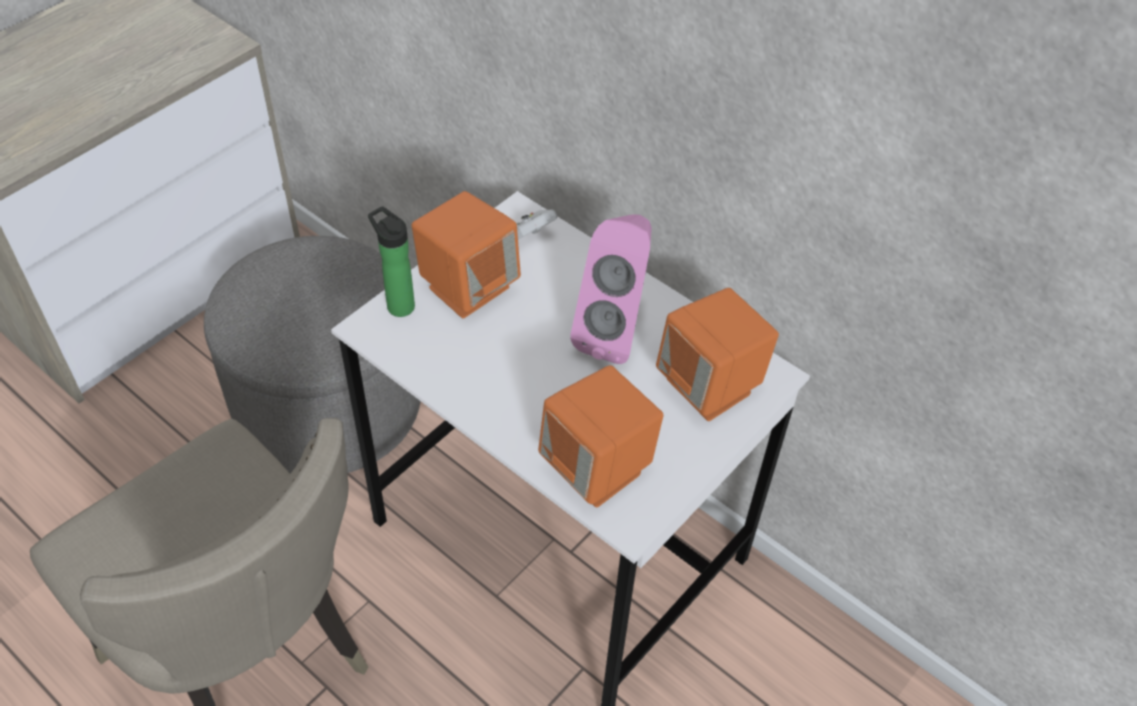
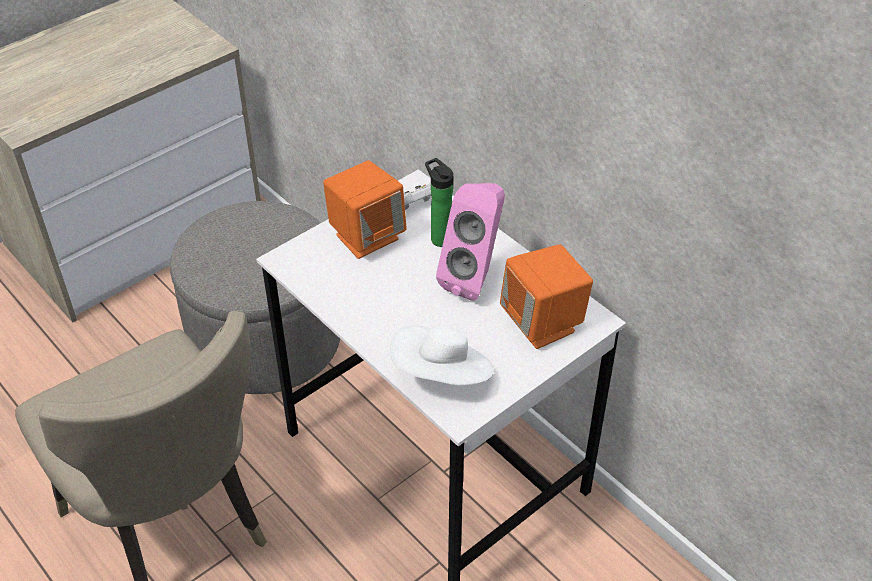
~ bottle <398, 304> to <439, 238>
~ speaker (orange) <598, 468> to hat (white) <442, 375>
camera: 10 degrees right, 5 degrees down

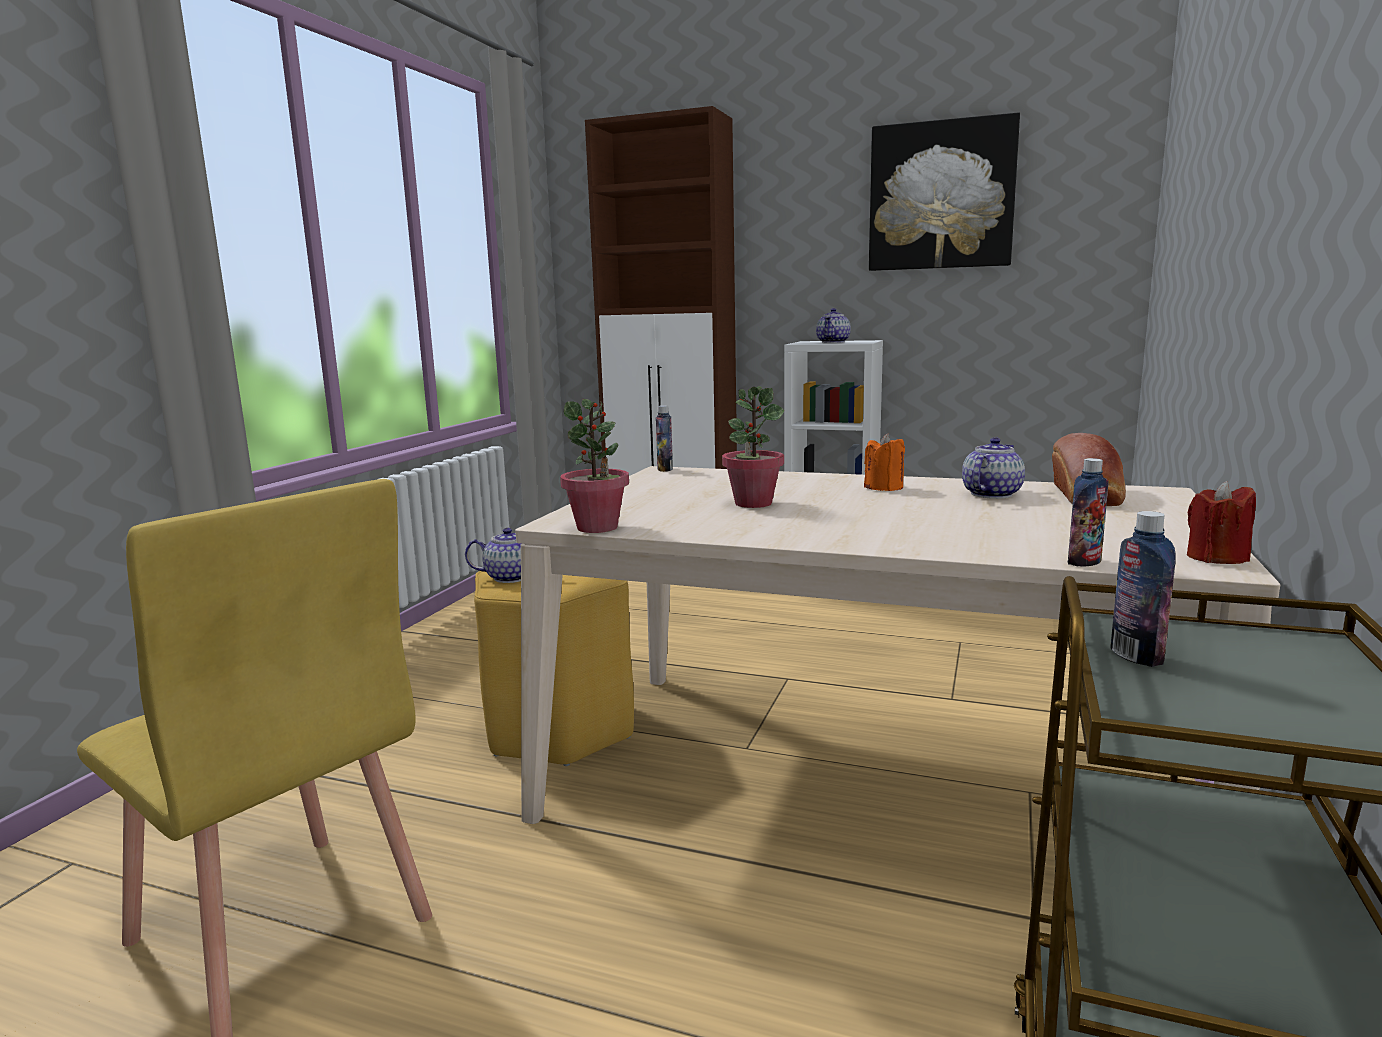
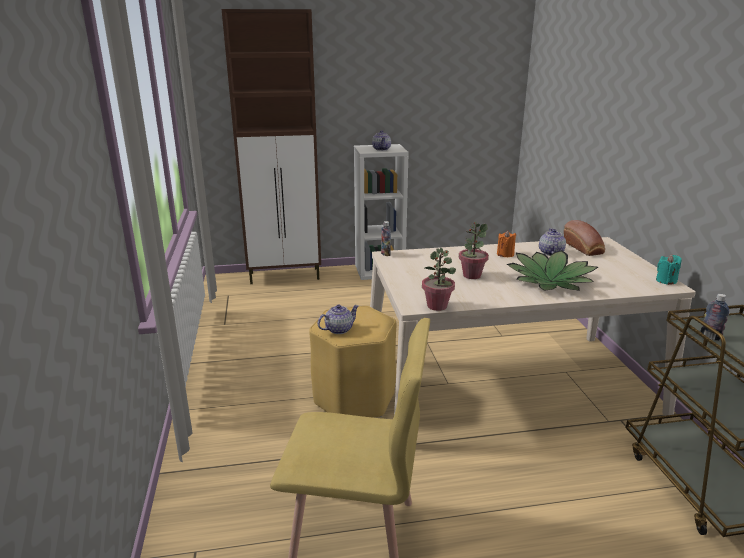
- picture <941, 196>
- bottle <1084, 562>
~ candle (red) <1216, 558> to candle (turquoise) <666, 281>
+ potted plant <550, 281>
camera: 30 degrees left, 10 degrees up

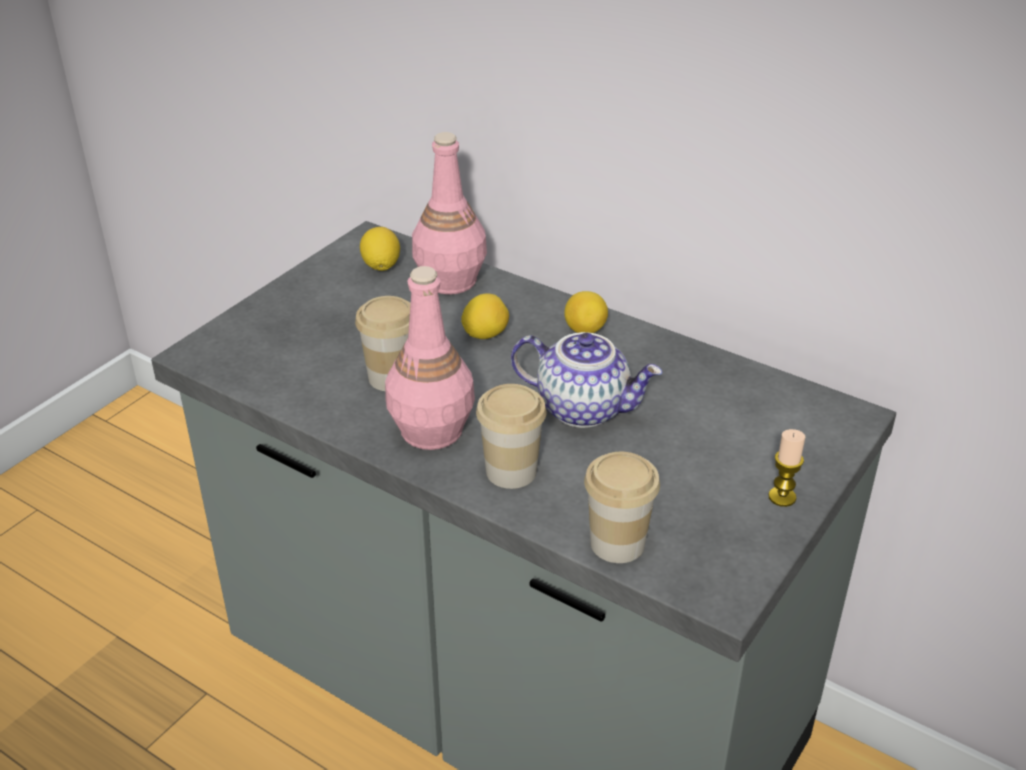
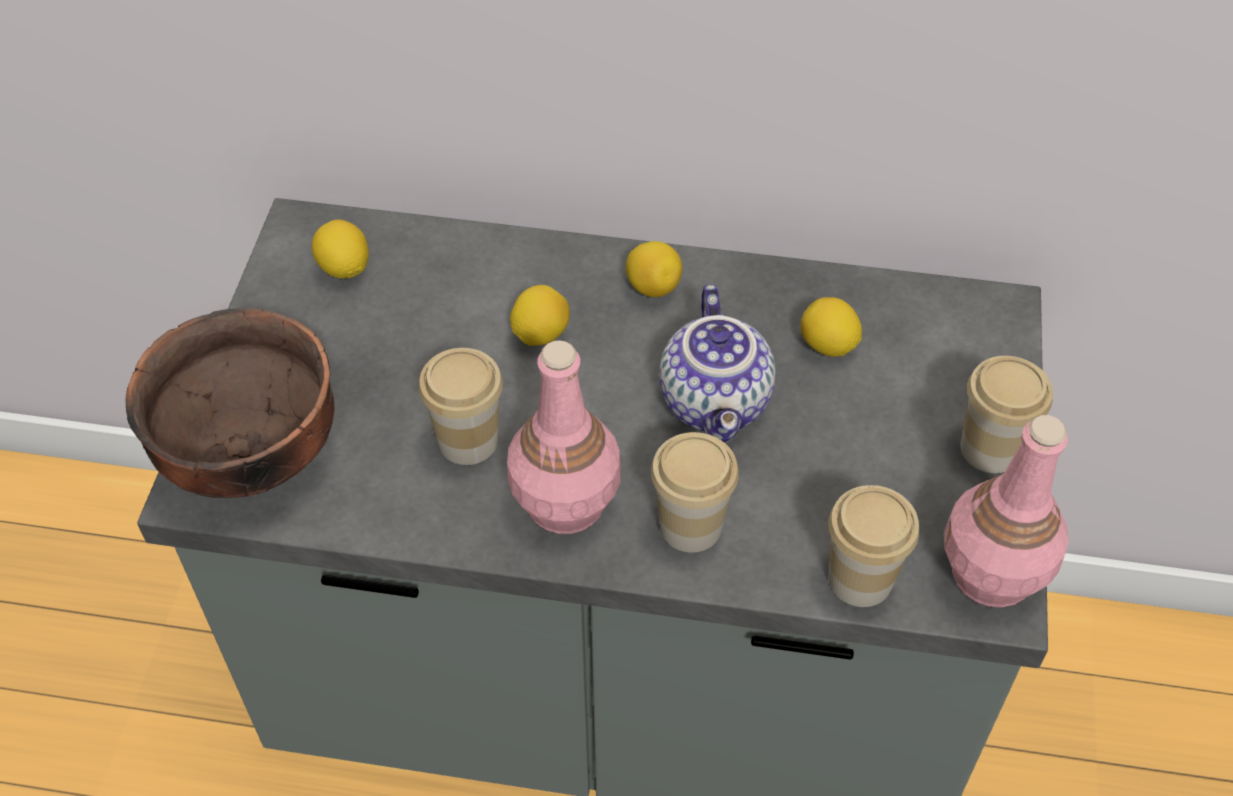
~ bottle (pink) <450, 281> to <992, 574>
~ teapot <584, 408> = <718, 403> 90 degrees clockwise
~ candle <782, 497> to cup <990, 448>
+ lemon <827, 346>
+ bowl (brown) <249, 452>
camera: 25 degrees left, 15 degrees up

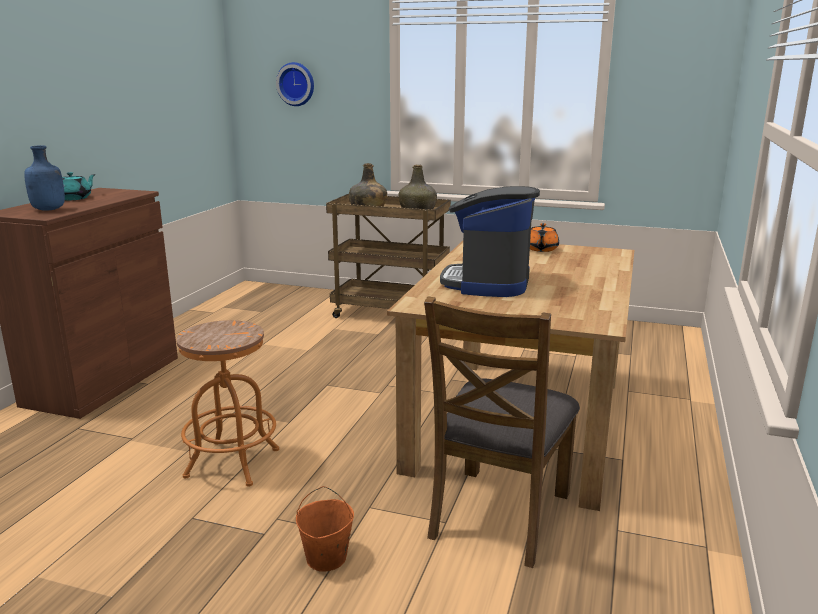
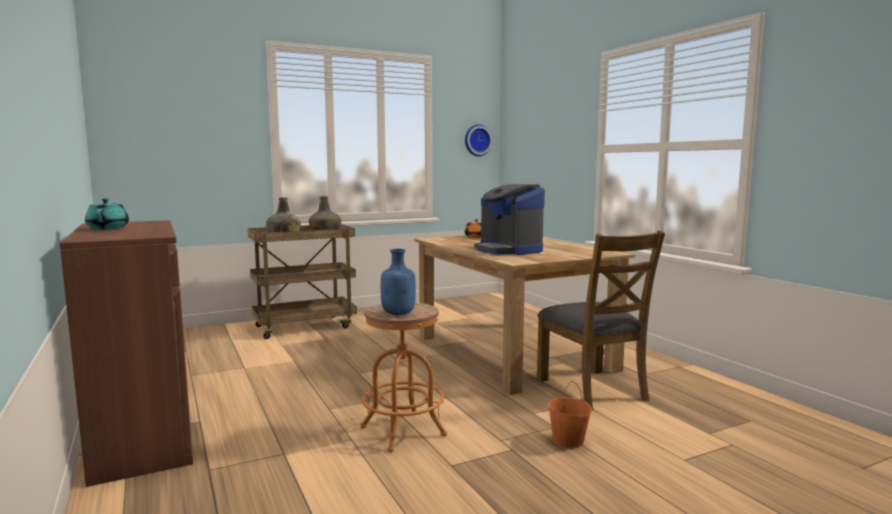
~ wall clock <296, 84> to <477, 140>
~ bottle (blue) <49, 209> to <399, 313>
camera: 45 degrees left, 10 degrees down

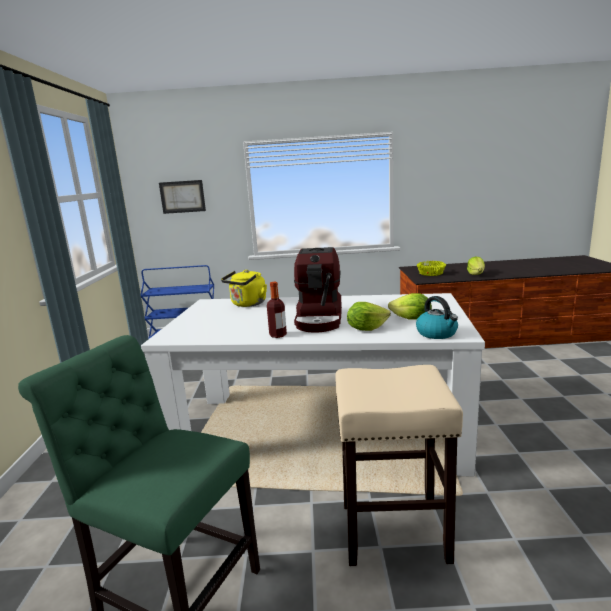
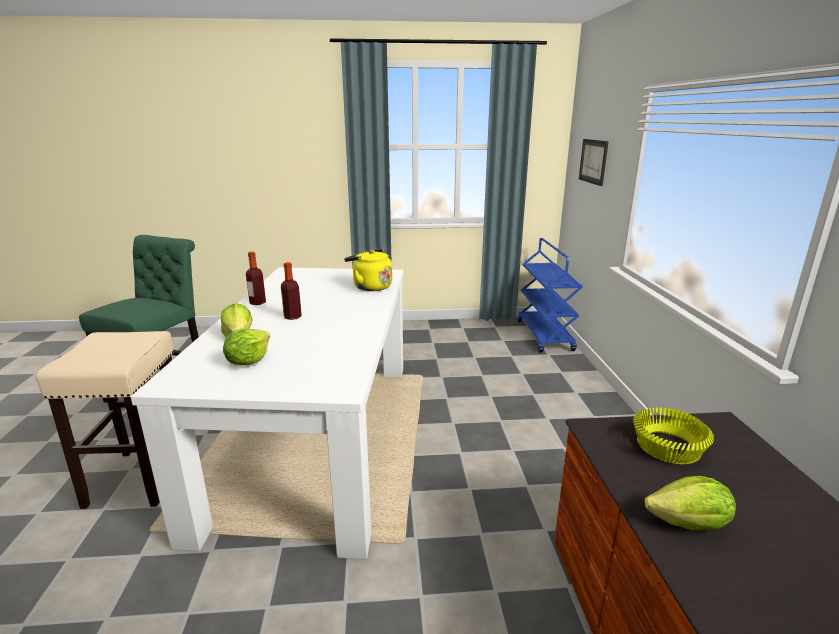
~ coffee machine <320, 319> to bottle <292, 317>
- kettle <437, 333>
camera: 85 degrees right, 5 degrees up

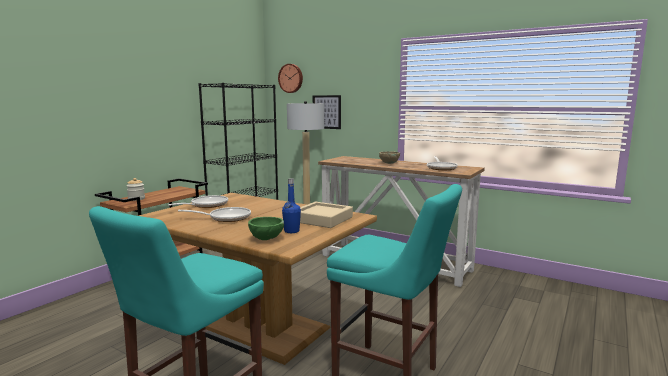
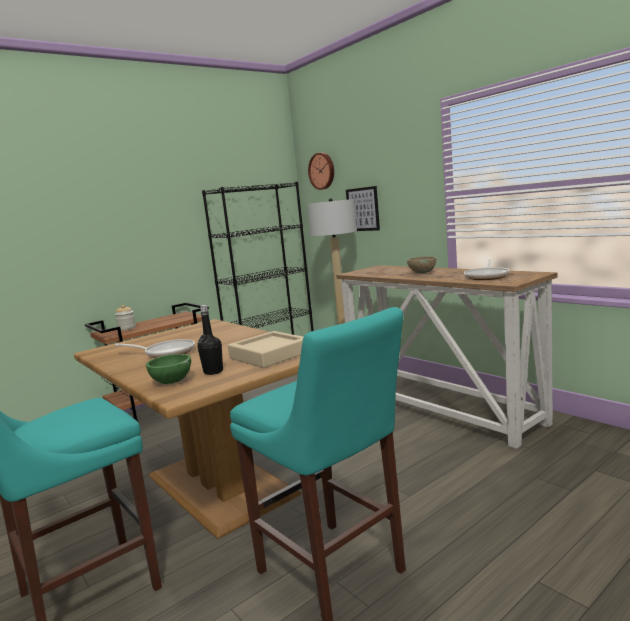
~ bottle (blue) <291, 231> to bottle (black) <213, 372>
- frying pan <206, 205>
camera: 20 degrees right, 0 degrees up

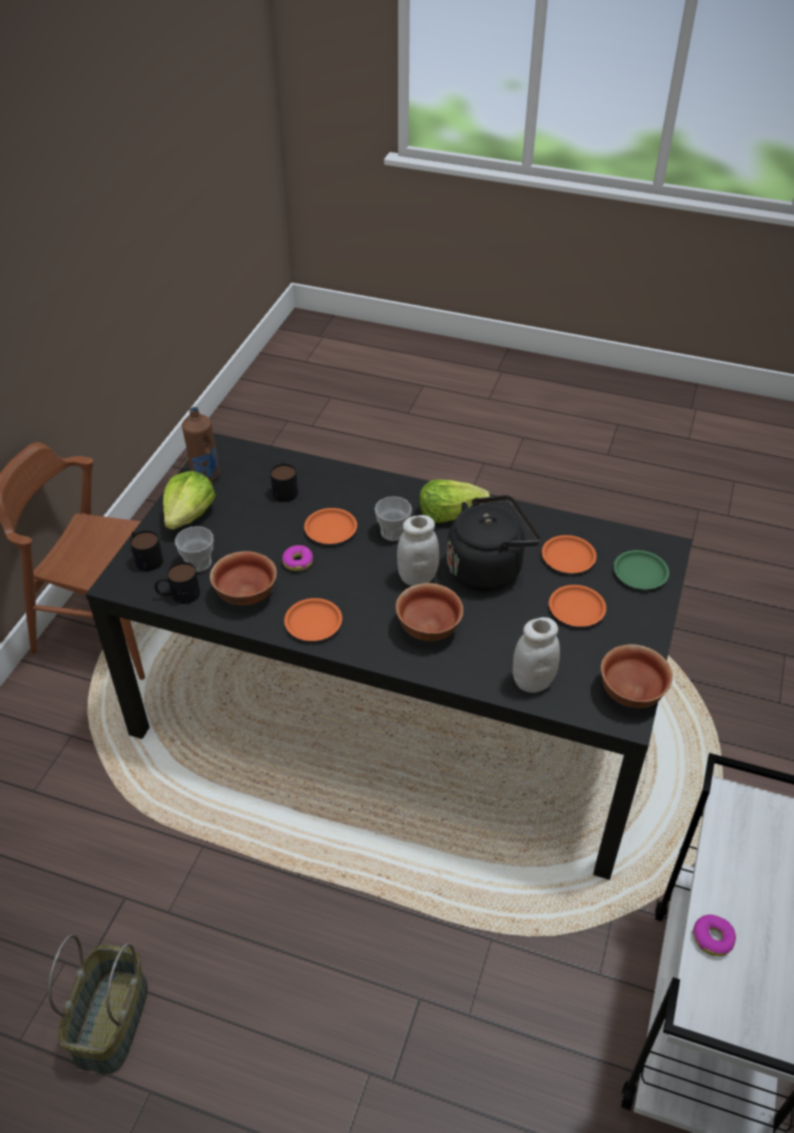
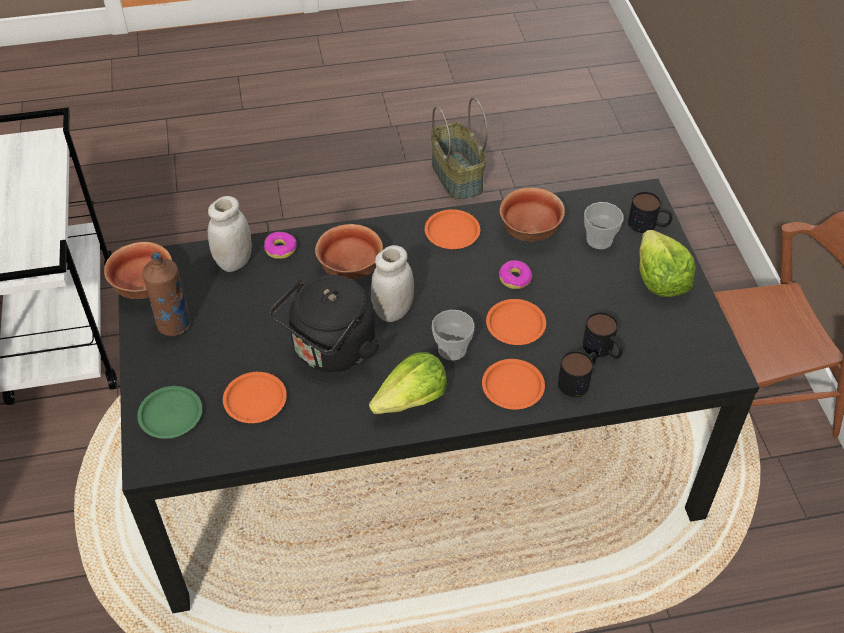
~ bottle (brown) <205, 476> to <174, 324>
~ mug <178, 595> to <578, 380>
~ plate (orange) <577, 608> to <512, 387>
~ donut <712, 938> to <280, 249>
camera: 150 degrees right, 5 degrees up

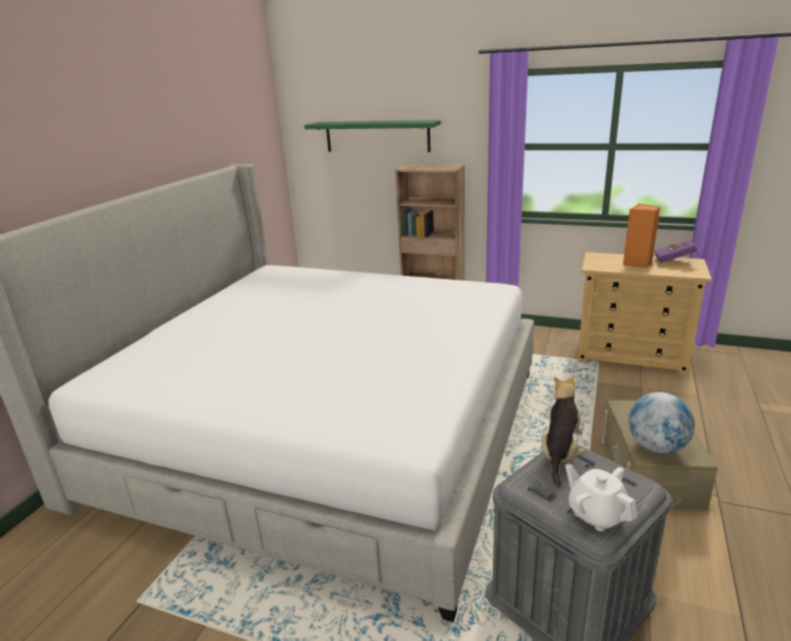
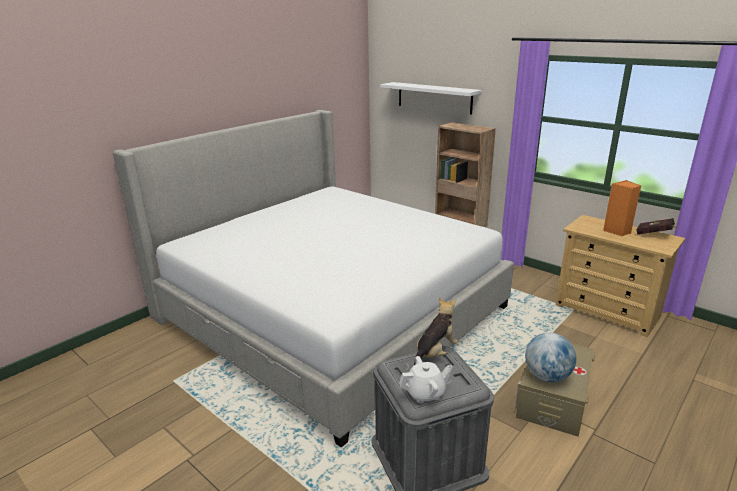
~ shelf (green) <377, 136> to shelf (white) <434, 97>
~ book (purple) <675, 261> to book (red) <655, 235>
~ teapot (white) <596, 514> = <425, 393> 90 degrees clockwise
camera: 20 degrees right, 0 degrees up

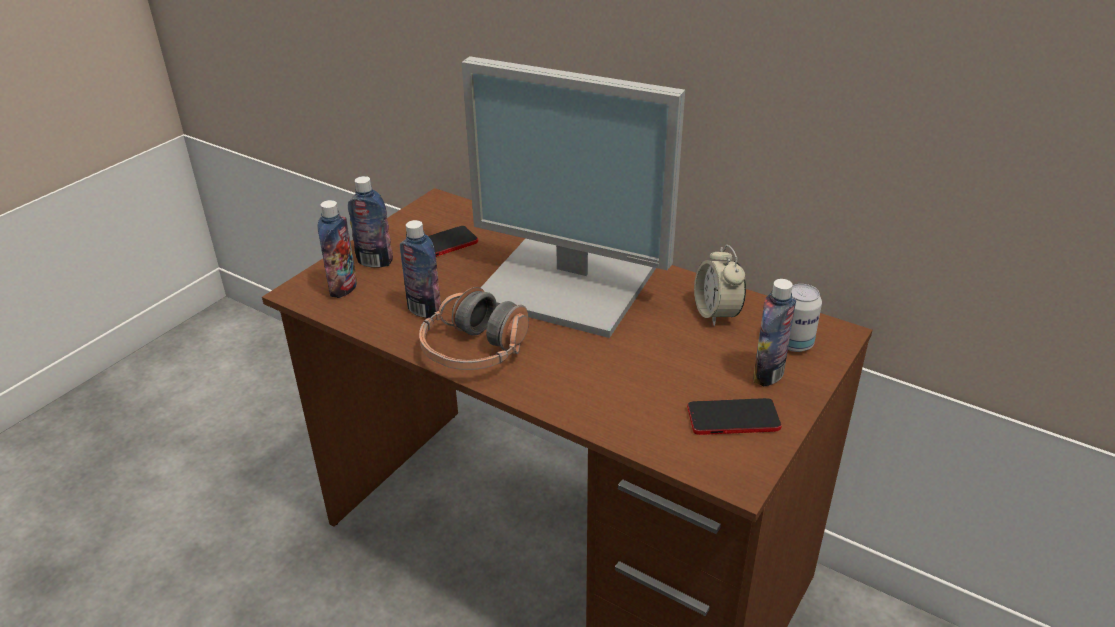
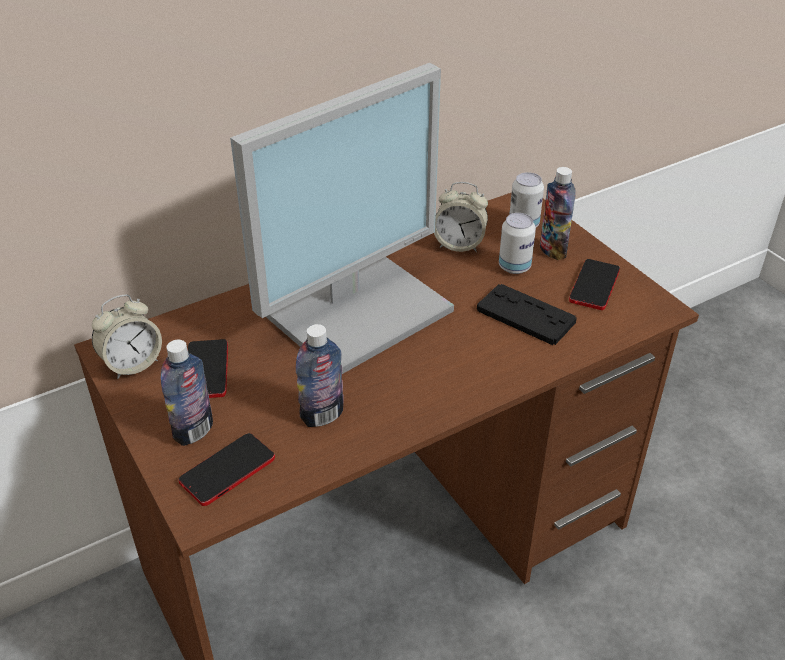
~ bottle <343, 288> to phone <227, 470>
- headphones <475, 350>
+ can <514, 267>
+ game controller (black) <525, 316>
+ alarm clock <132, 364>
camera: 65 degrees left, 5 degrees up

